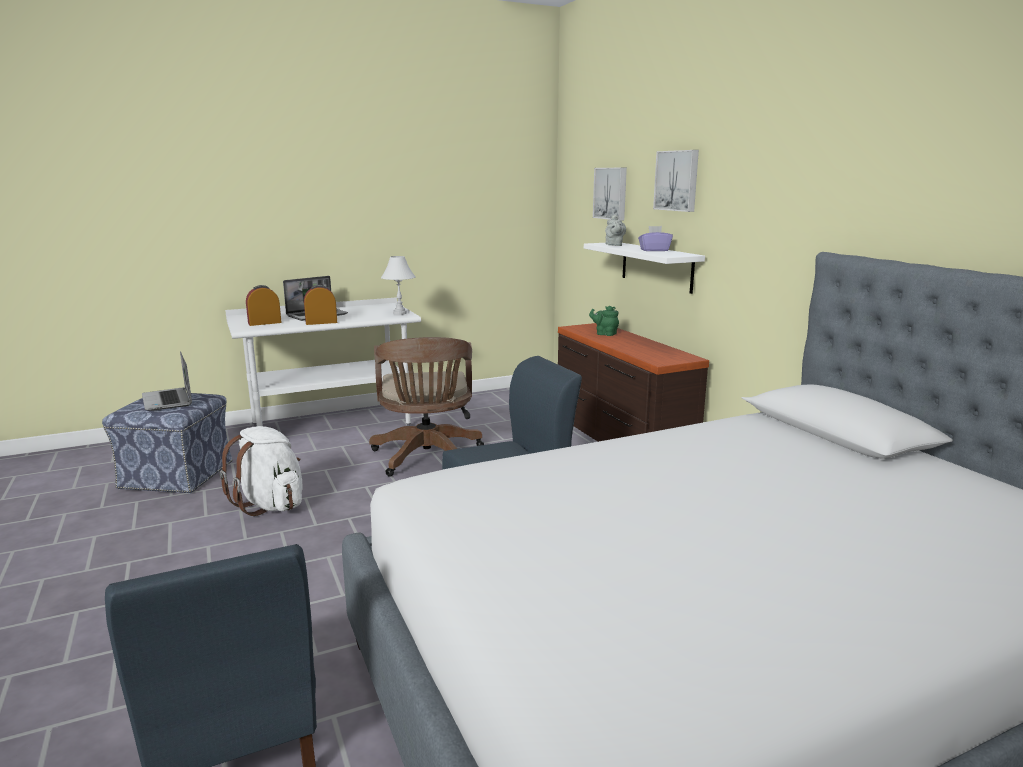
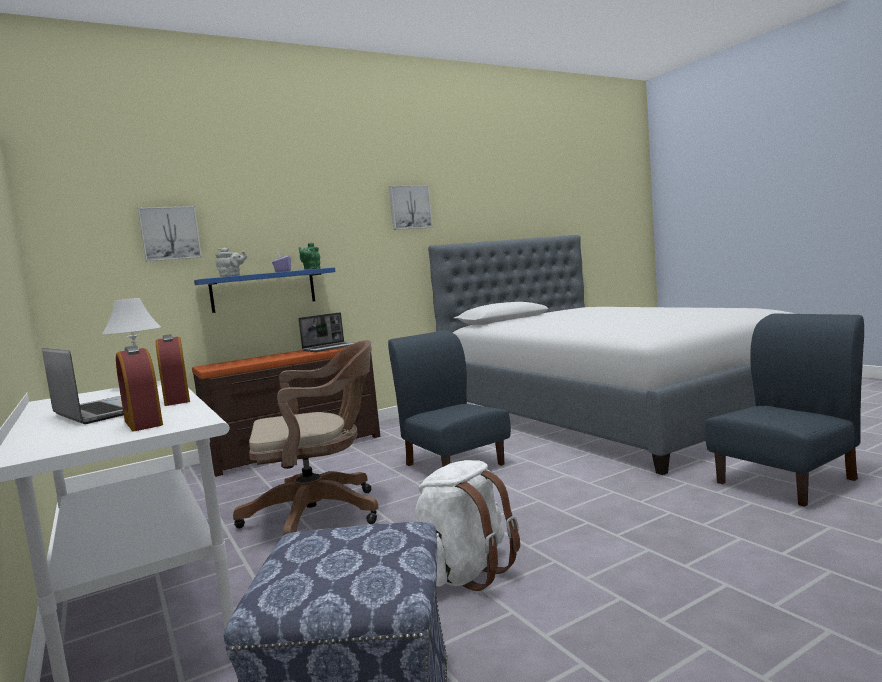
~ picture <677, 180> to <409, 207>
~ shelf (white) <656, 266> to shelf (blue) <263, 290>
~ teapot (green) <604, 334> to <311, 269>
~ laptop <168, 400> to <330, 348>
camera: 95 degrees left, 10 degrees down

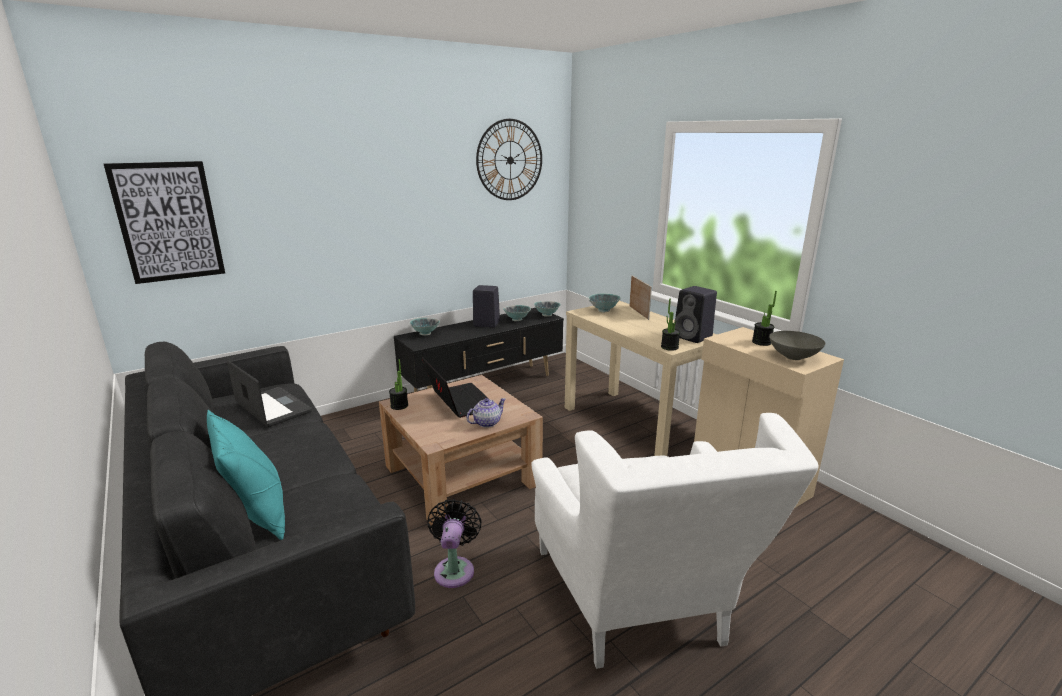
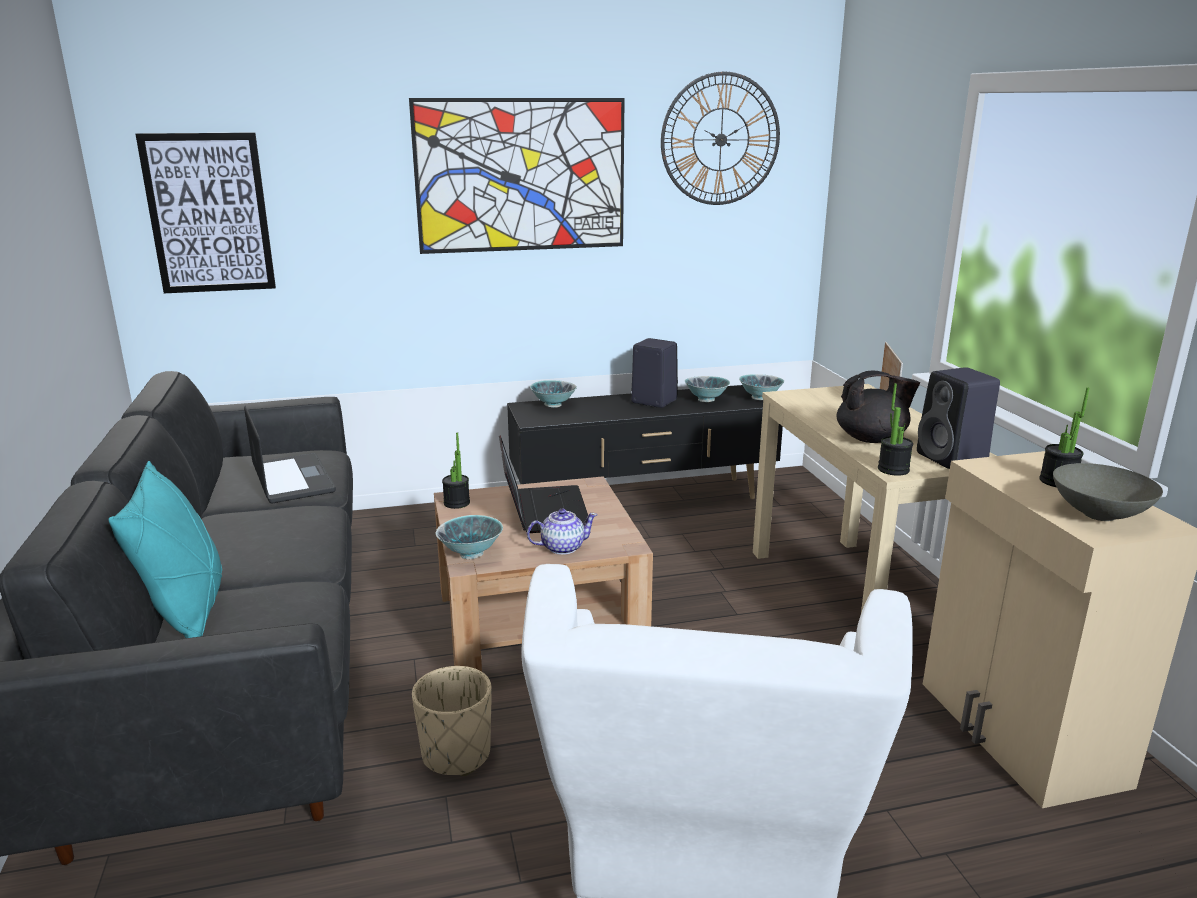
~ bowl <604, 310> to <471, 554>
~ fan (black) <455, 569> to planter (beige) <456, 755>
+ picture <521, 176>
+ teapot (black) <872, 439>
camera: 20 degrees right, 0 degrees up

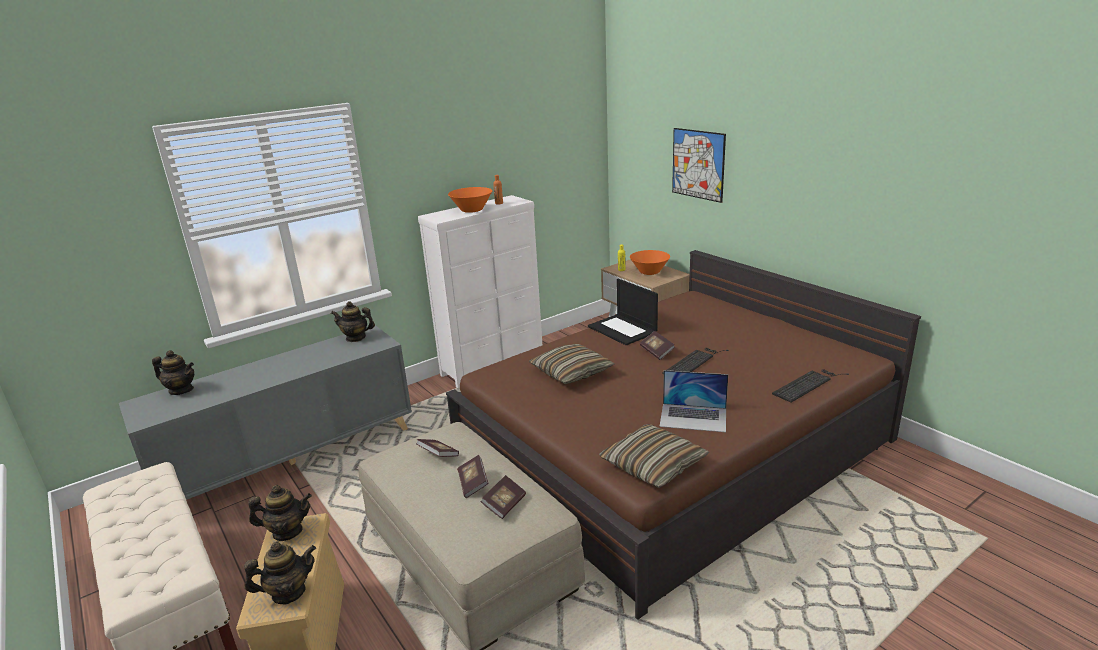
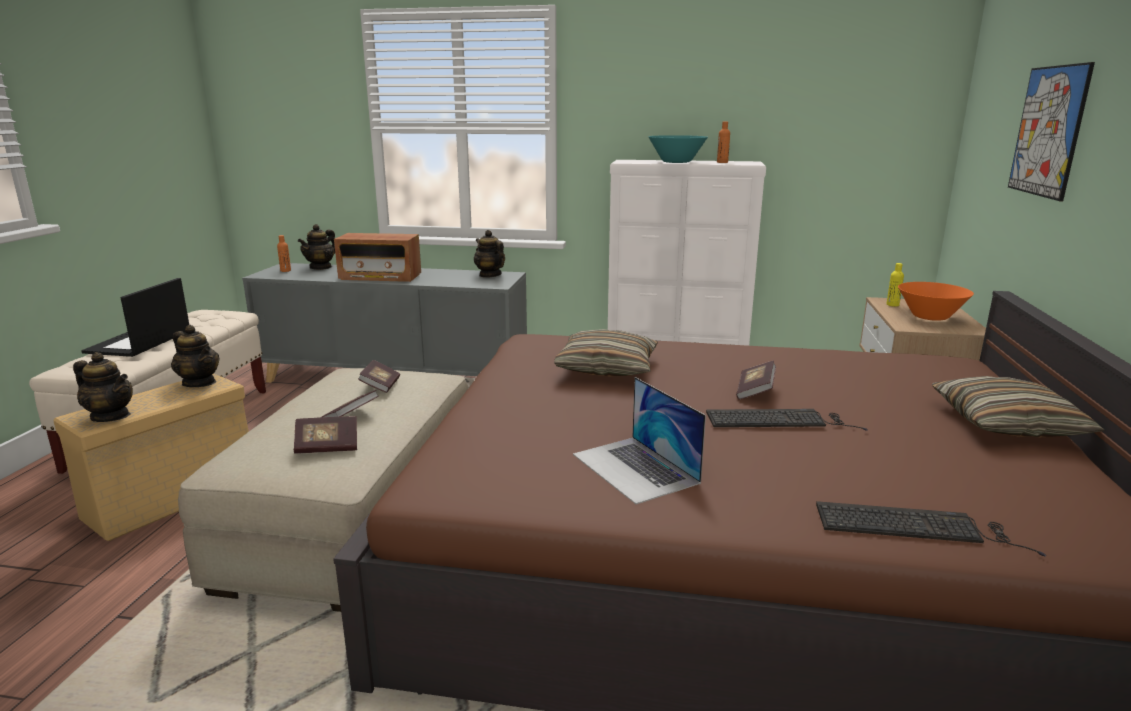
~ bowl (orange) <472, 210> to bowl (turquoise) <676, 162>
~ laptop <623, 330> to <139, 342>
~ teapot <181, 390> = <321, 267> 60 degrees clockwise
~ pillow <653, 465> to <1006, 424>
+ radio <380, 277>
+ bottle (orange) <285, 270>
camera: 45 degrees right, 5 degrees down

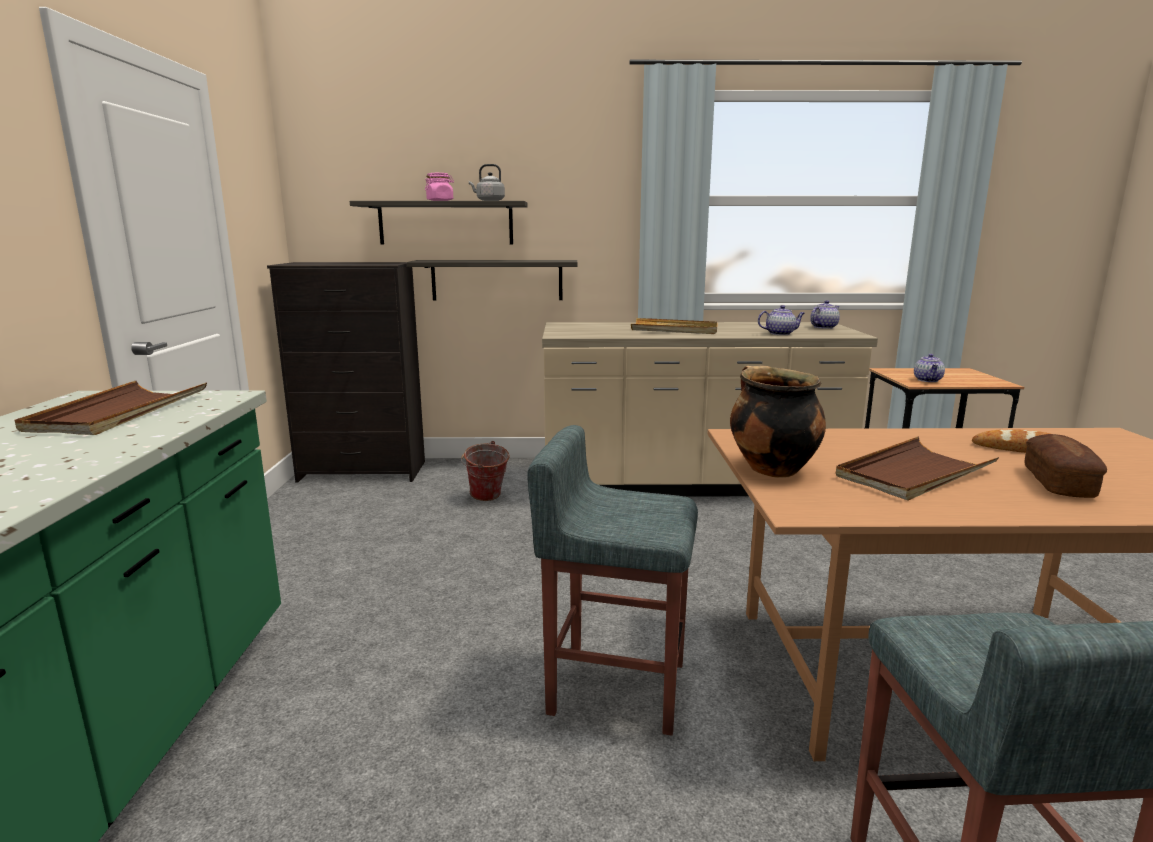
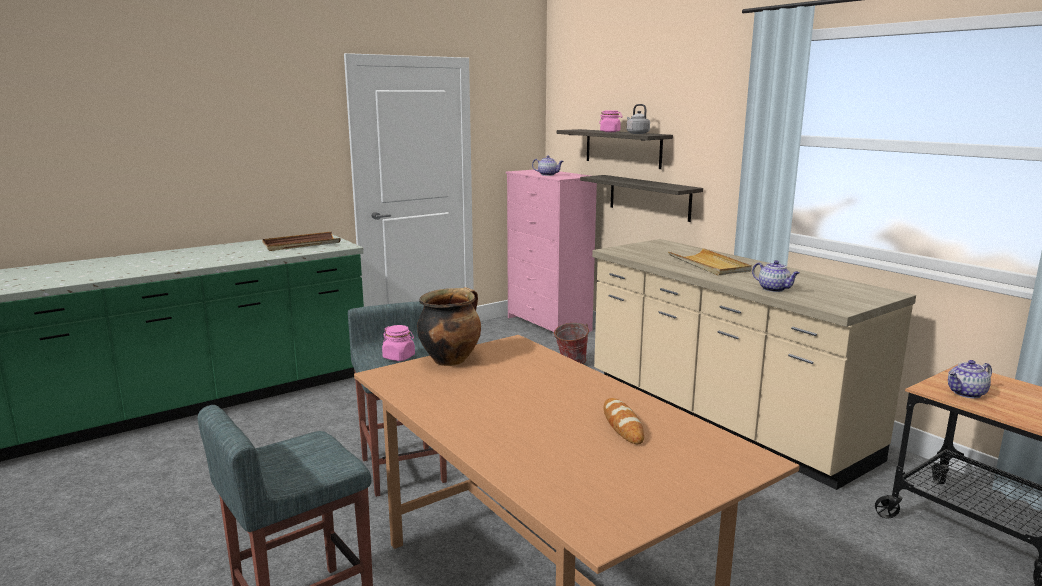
~ dresser (black) <363, 472> to dresser (pink) <548, 324>
~ teapot <823, 327> to <548, 175>
- bread <1058, 482>
- tray (brown) <913, 473>
+ jar (pink) <399, 357>
camera: 55 degrees right, 0 degrees up

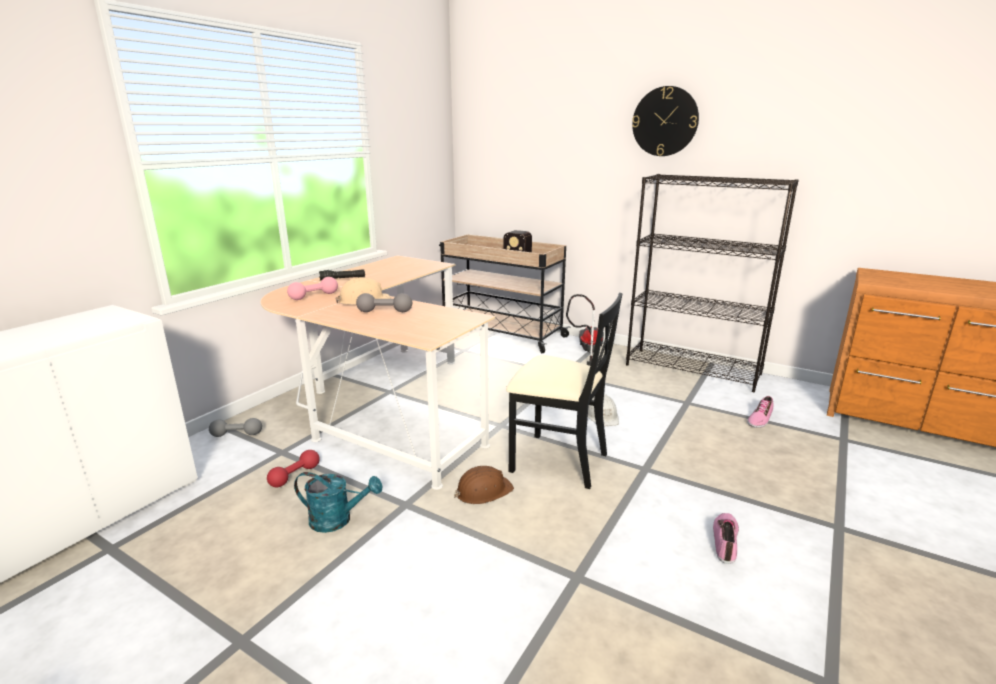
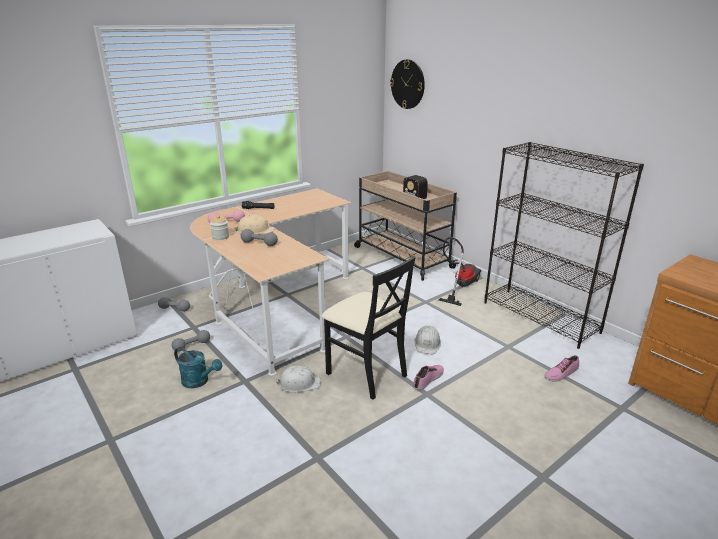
~ wall clock <665, 121> to <407, 84>
~ dumbbell (red) <295, 476> to dumbbell (grey) <192, 346>
~ hard hat (brown) <483, 491> to hard hat (white) <299, 383>
~ shoe <726, 540> to <428, 379>
+ jar <220, 237>
camera: 20 degrees right, 5 degrees up

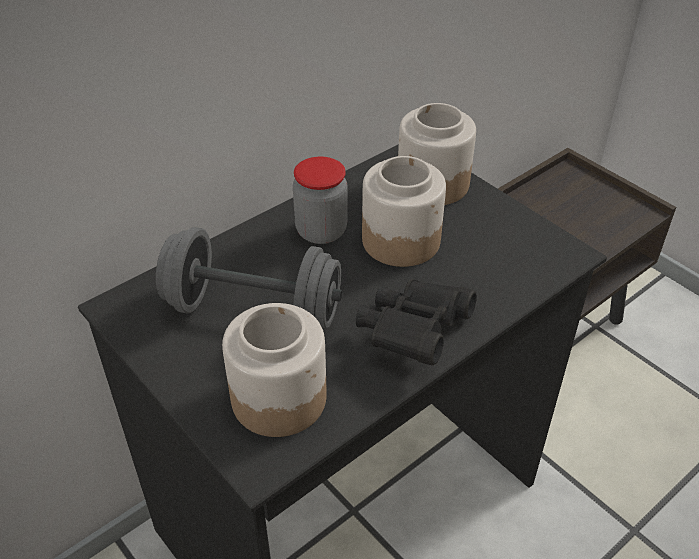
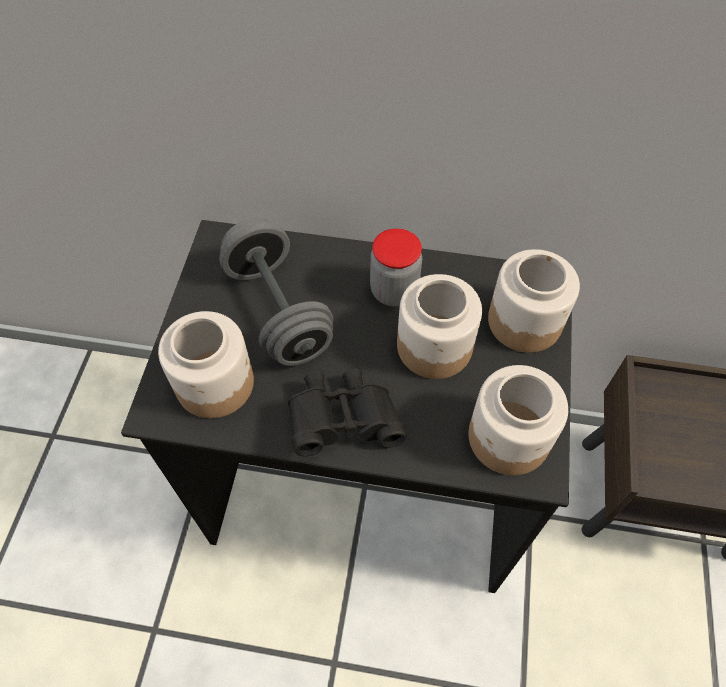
+ jar <508, 438>
camera: 50 degrees right, 15 degrees up

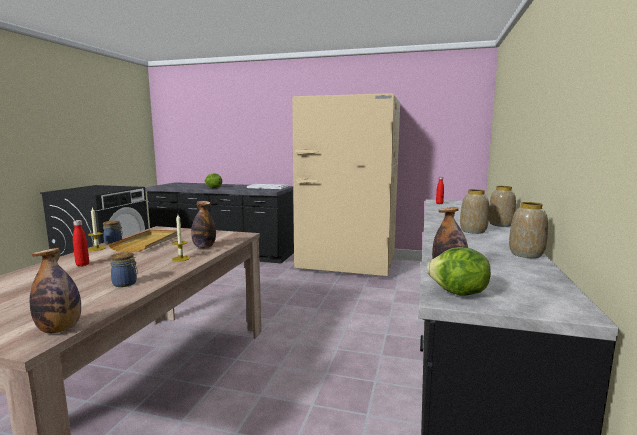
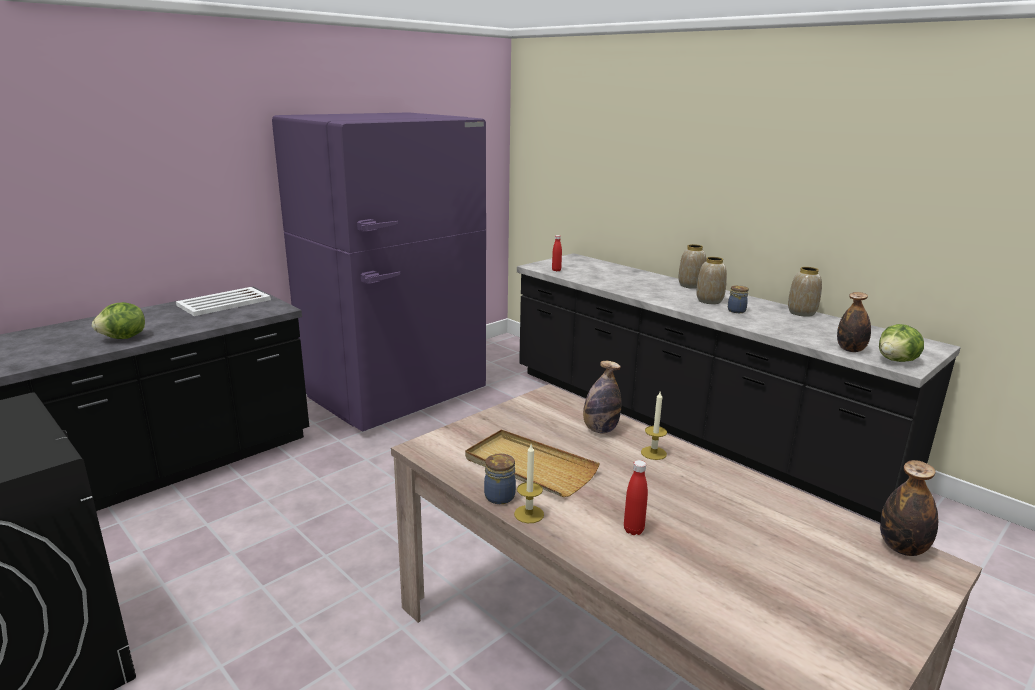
~ fridge (beige) <346, 266> to fridge (purple) <396, 396>
~ jar <125, 284> to <736, 310>
camera: 60 degrees left, 10 degrees up

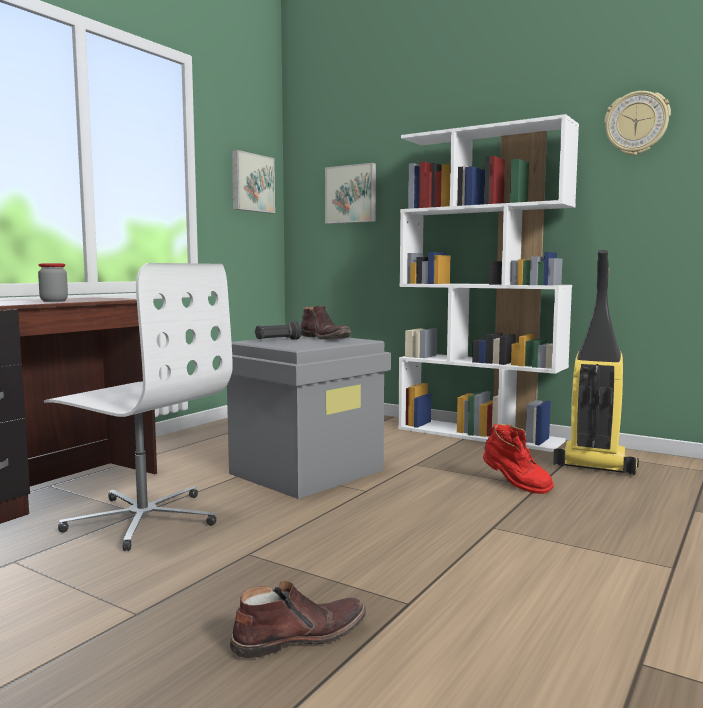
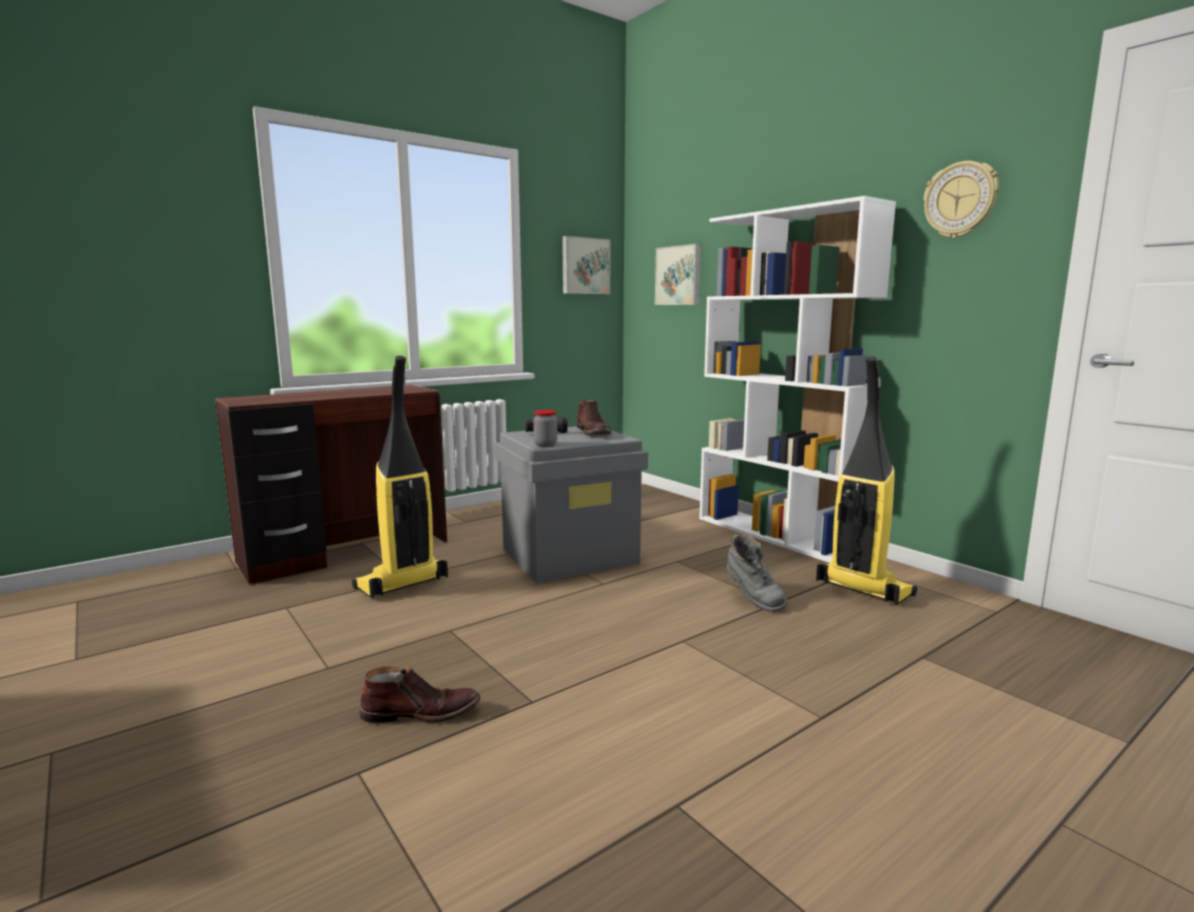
~ jar <54, 301> to <545, 445>
~ office chair (white) <143, 519> to vacuum cleaner <401, 584>
~ boot (red) <515, 486> to boot (grey) <752, 599>
camera: 20 degrees right, 5 degrees up

